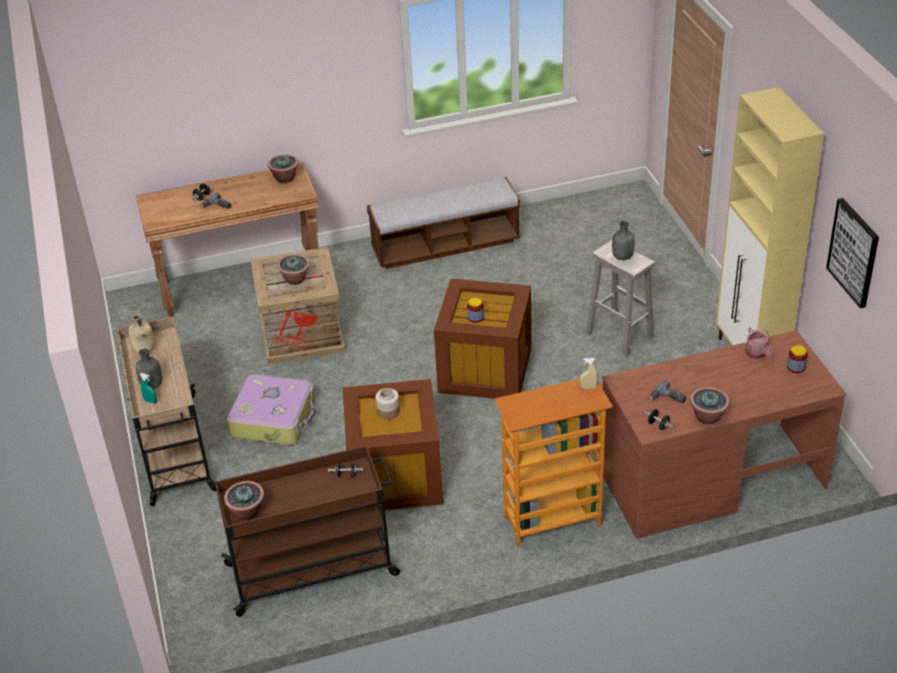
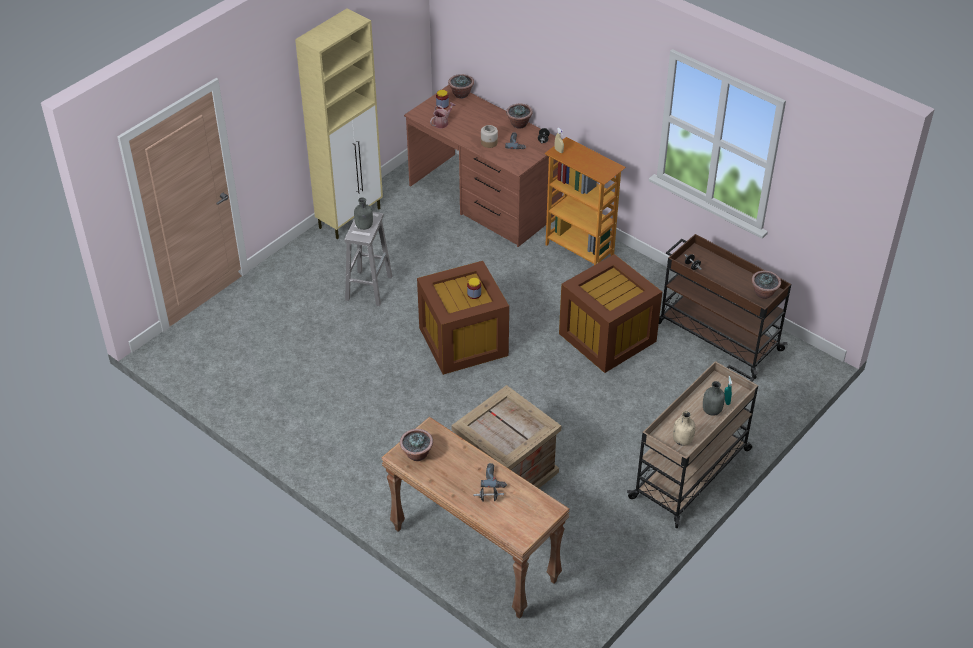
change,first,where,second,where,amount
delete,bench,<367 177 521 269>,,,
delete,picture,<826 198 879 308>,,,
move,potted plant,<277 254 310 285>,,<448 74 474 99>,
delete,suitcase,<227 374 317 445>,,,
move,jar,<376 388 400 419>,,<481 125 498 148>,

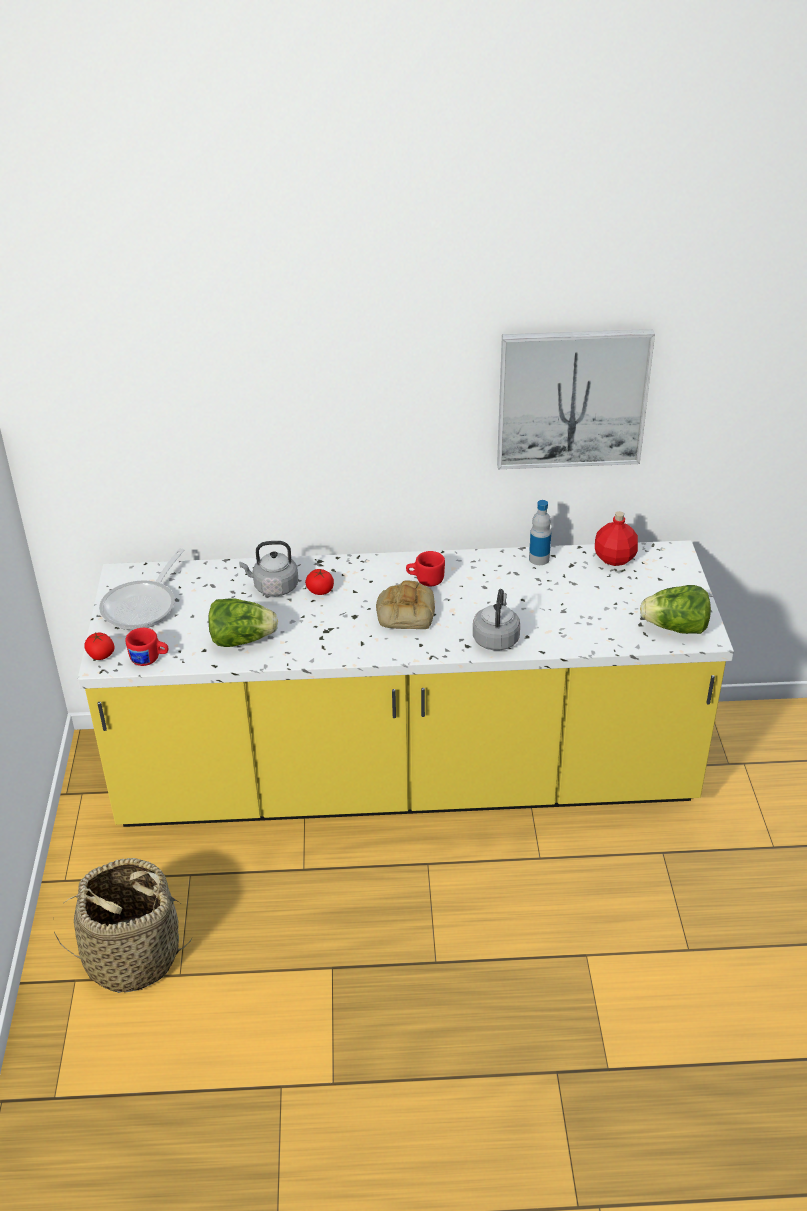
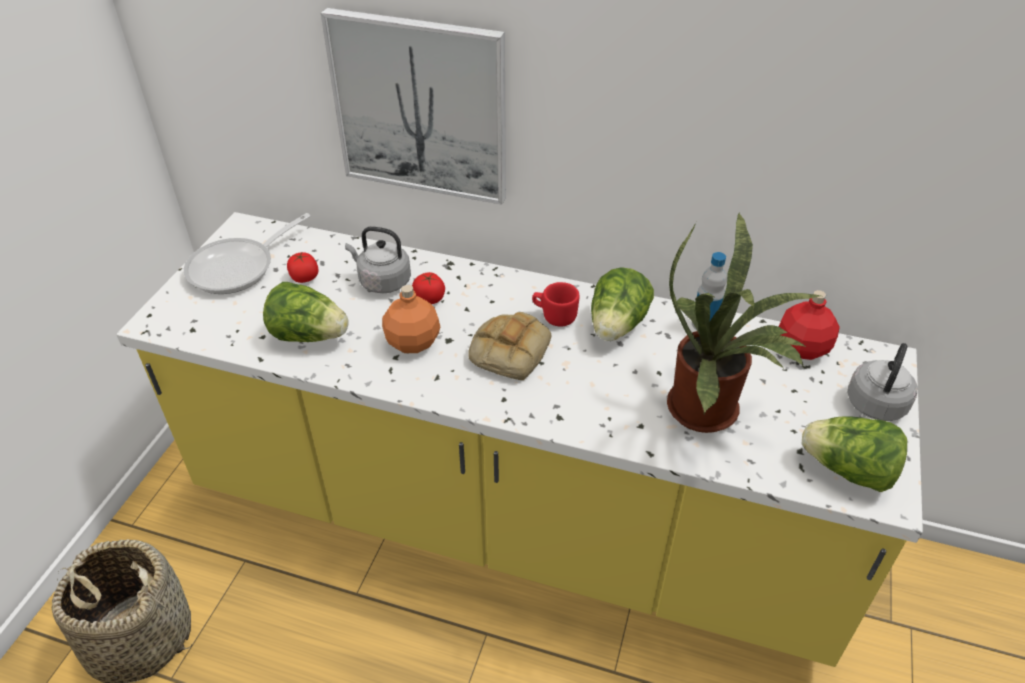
change,first,where,second,where,amount
move,picture,<497 329 655 469>,,<321 8 506 205>,
move,grey kettle,<473 589 520 650>,,<847 343 918 421>,
delete,red mug,<125 628 168 666>,,,
move,tomato,<84 632 114 660>,,<287 252 318 283>,
insert,,,potted plant,<667 213 824 433>,
insert,,,lettuce,<591 267 654 341>,
insert,,,orange bottle,<382 285 440 353>,

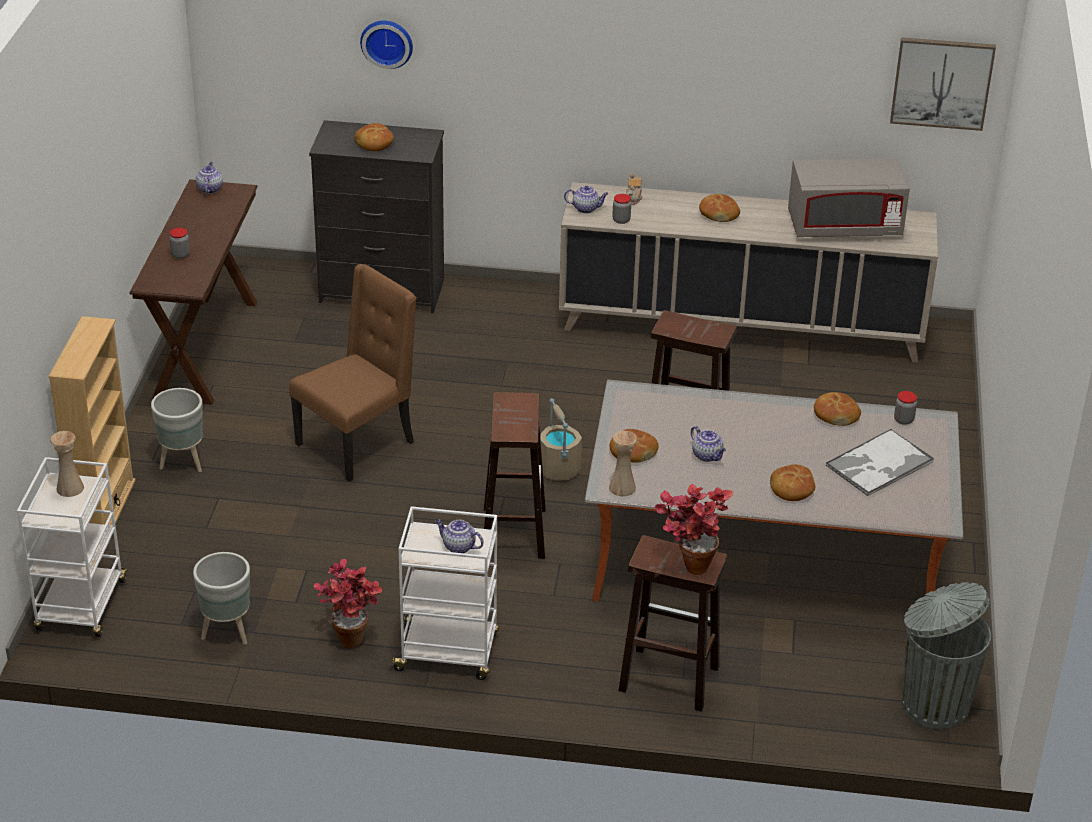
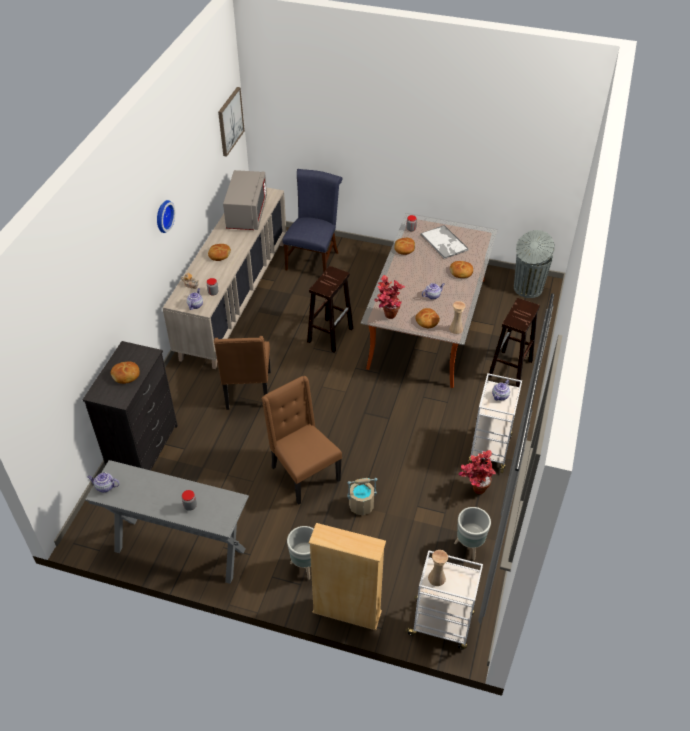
change,first,where,second,where,amount
move,wall clock,<360 20 413 69>,,<157 200 175 233>,
recolor,brown console table,<130 179 258 405>,grey console table,<85 460 249 584>,
delete,brown stool,<484 392 546 559>,,,
move,beige bucket,<541 398 582 481>,,<347 478 377 515>,
move,potted plant,<654 484 734 575>,,<374 275 405 319>,
insert,,,blue chair,<282 169 342 272>,
insert,,,brown chair,<214 336 271 410>,

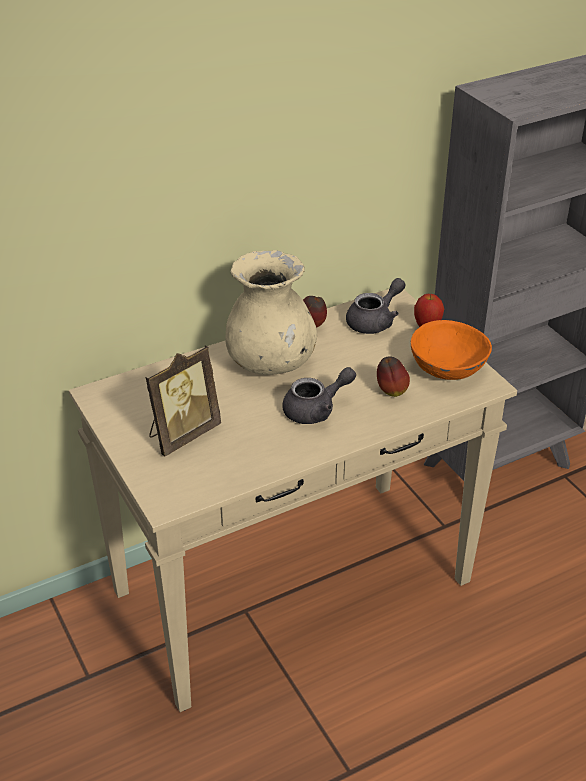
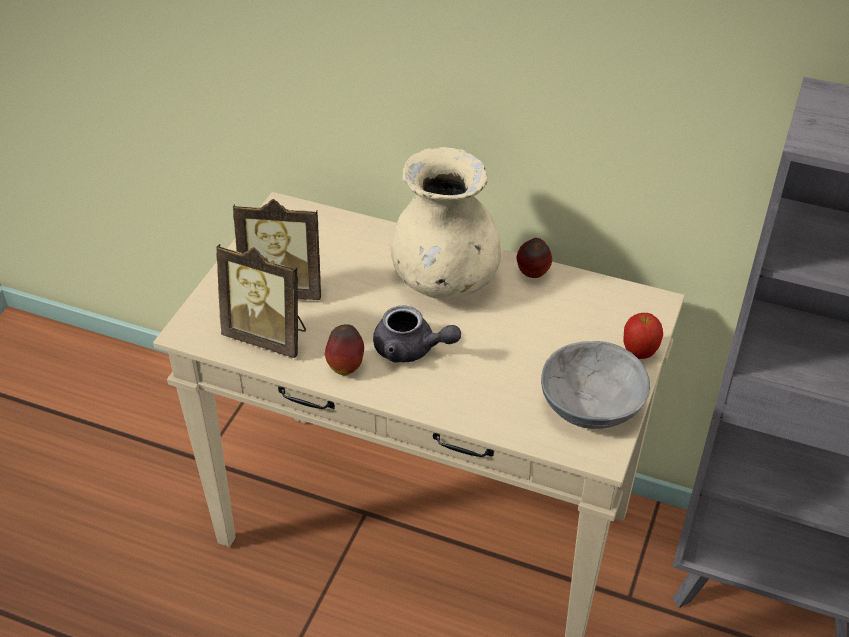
change,first,where,second,where,amount
delete,grey teapot,<346 278 406 334>,,,
recolor,orange bowl,<411 320 492 380>,grey bowl,<541 341 650 429>,
move,apple,<377 356 410 397>,,<325 324 364 376>,
insert,,,picture frame,<216 244 306 358>,

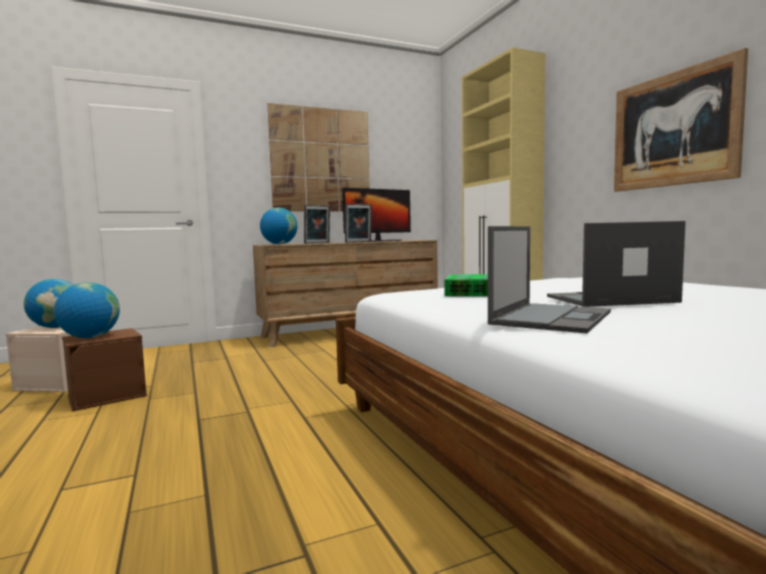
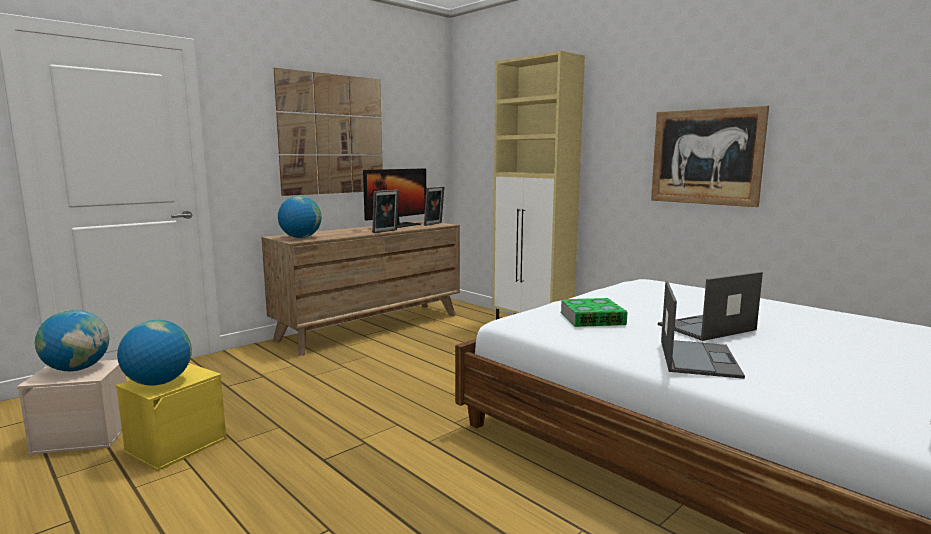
change,first,where,second,where,amount
move,picture frame,<304 205 330 244>,,<424 186 444 226>,
recolor,brown storage box,<62 328 147 411>,yellow storage box,<115 363 227 471>,

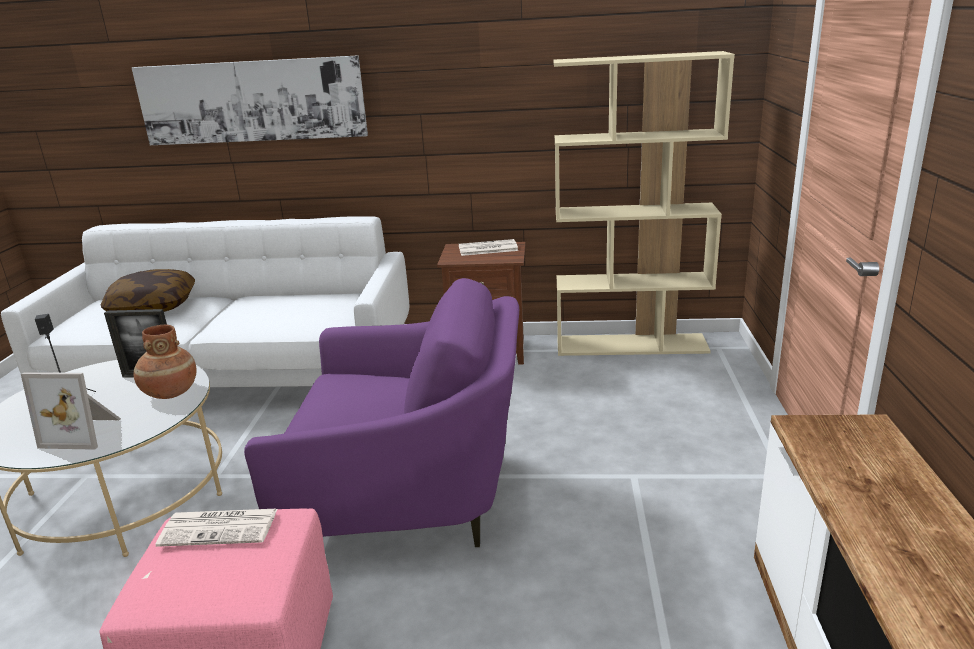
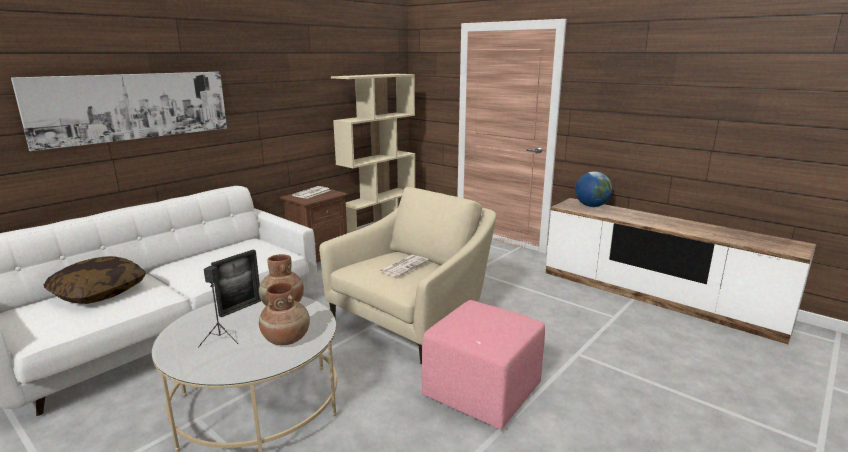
change,first,where,second,where,amount
recolor,purple armchair,<244 278 519 547>,beige armchair,<319 187 496 364>,
replace,picture frame,<21 372 121 450>,brown vase,<259 282 310 345>,
move,newspaper,<155 509 277 547>,,<380 255 429 277>,
insert,,,globe,<575 171 613 207>,

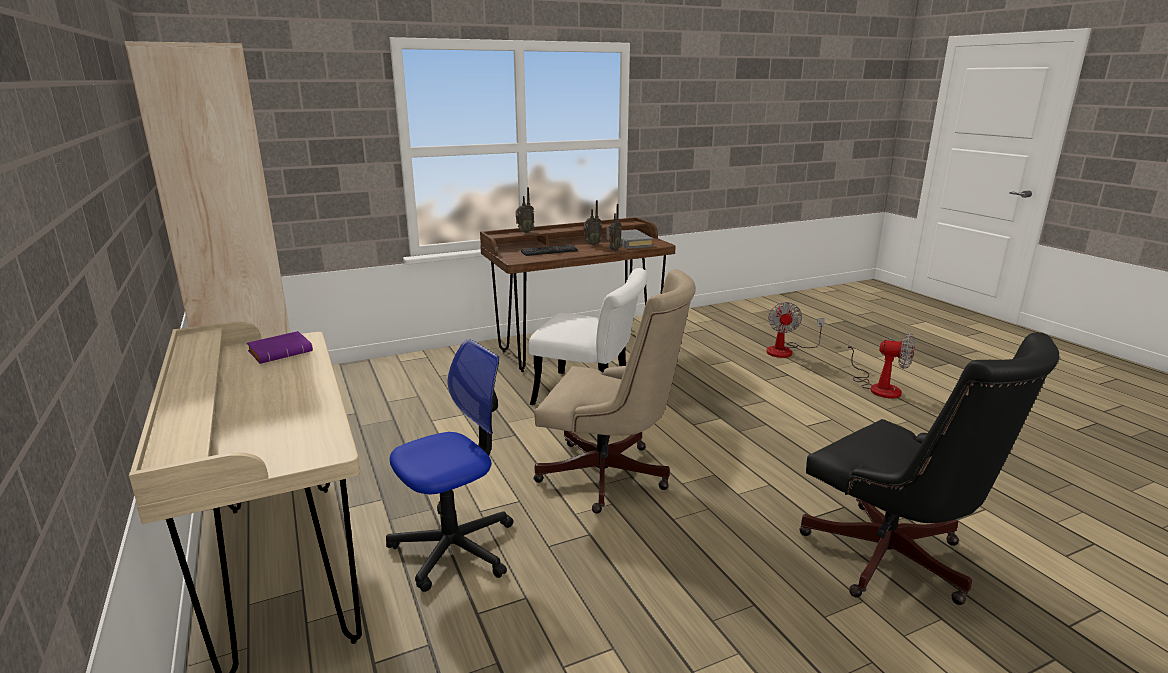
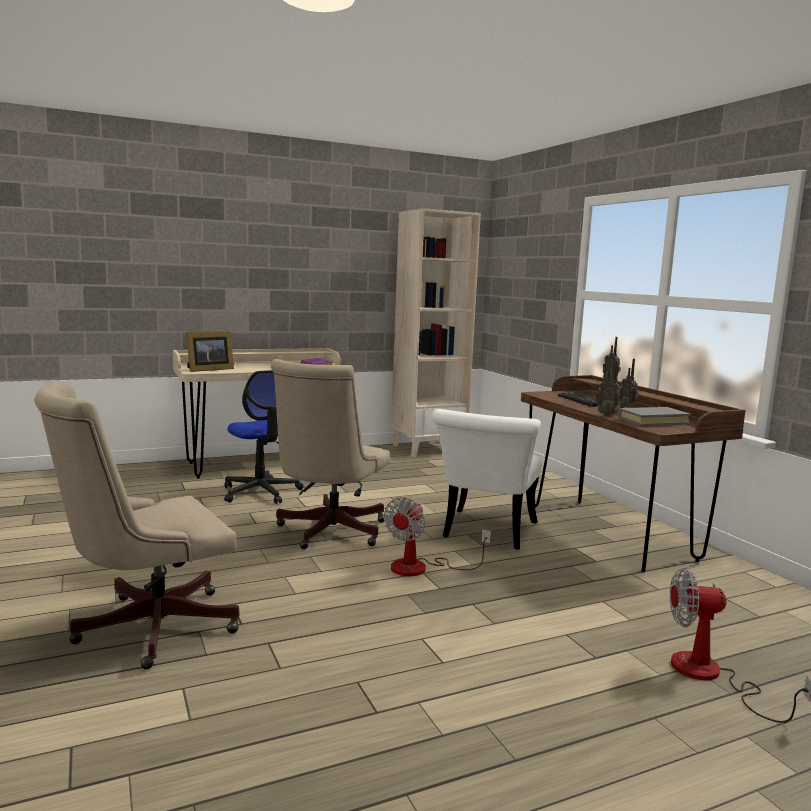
change,first,where,second,where,amount
recolor,black office chair,<799 332 1059 605>,beige office chair,<34 382 239 670>,
move,fan,<847 333 915 399>,,<384 497 491 576>,
insert,,,picture frame,<186 331 234 372>,

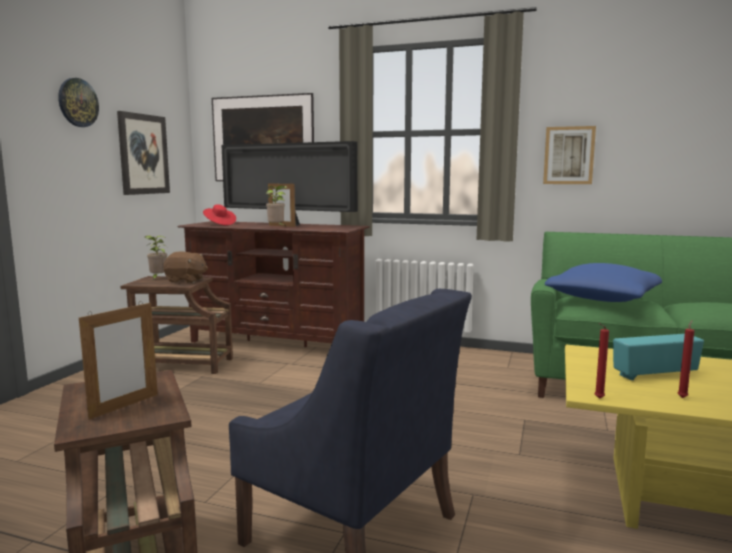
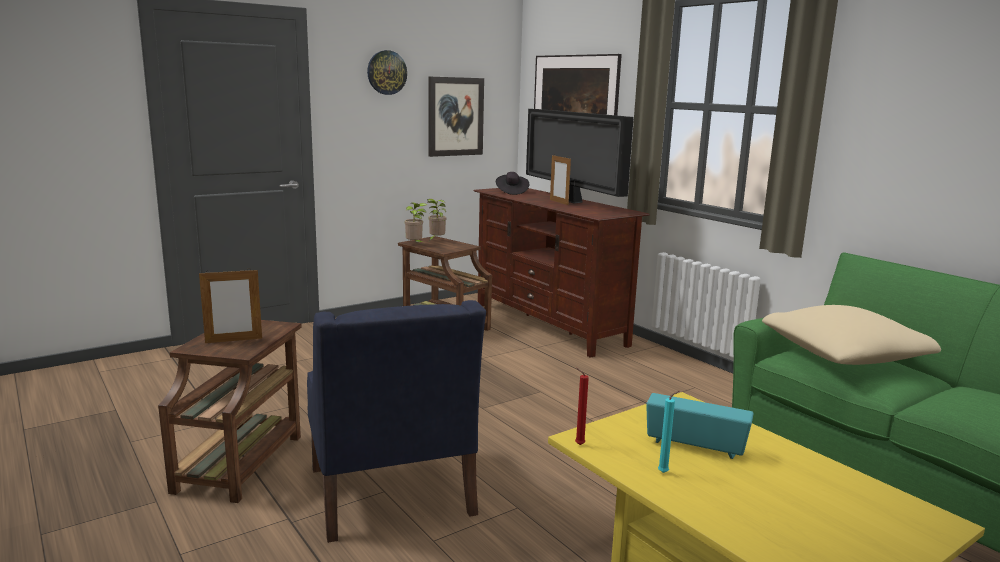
change,first,where,second,where,amount
delete,picture,<543 126 596 184>,,,
move,potted plant,<266 185 287 225>,,<405 202 427 245>,
recolor,red hat,<203 204 236 225>,black hat,<496 172 529 195>,
delete,brown plush toy,<163 251 208 283>,,,
recolor,blue pillow,<545 263 662 302>,beige pillow,<762 305 941 365>,
recolor,red candle,<677 321 694 398>,turquoise candle,<658 391 679 473>,

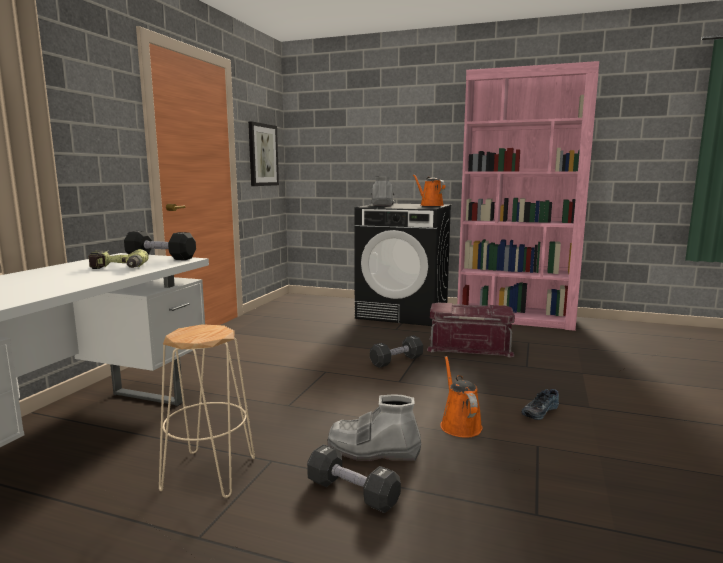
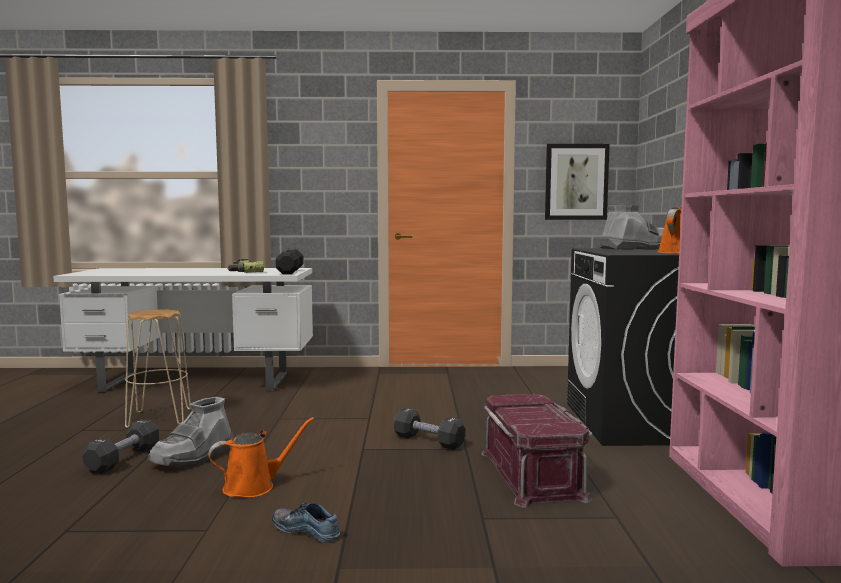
change,first,where,second,where,amount
rotate,grey boot,<328 394 421 461>,,<147 397 234 467>,135 degrees counterclockwise

